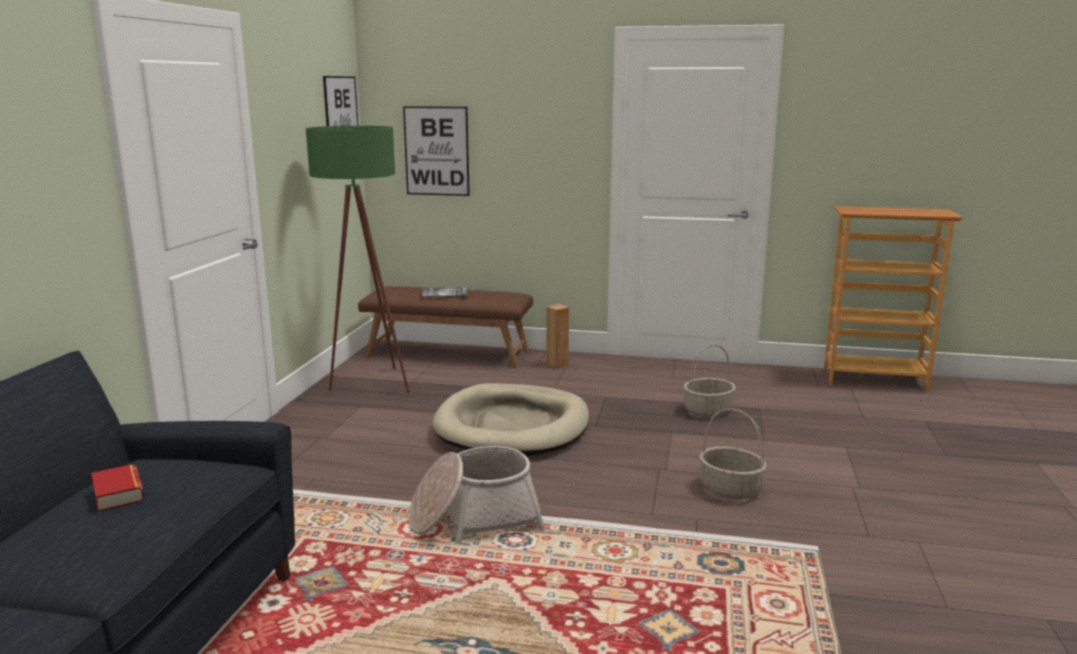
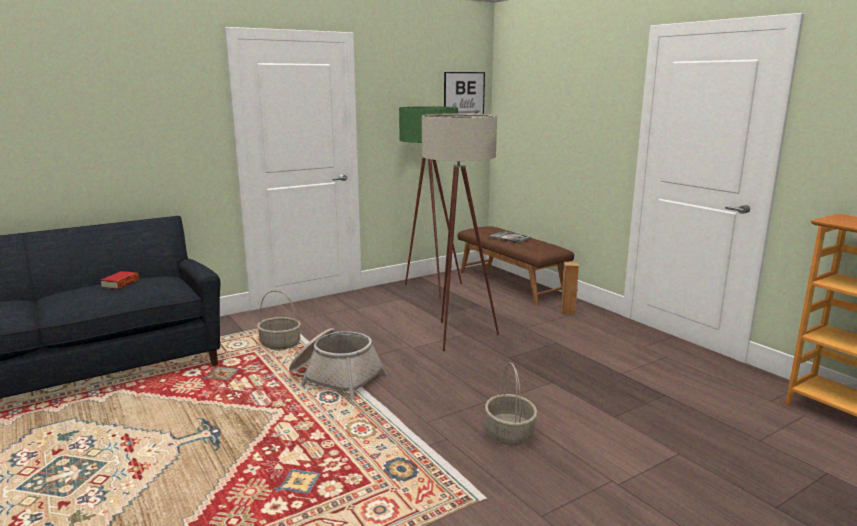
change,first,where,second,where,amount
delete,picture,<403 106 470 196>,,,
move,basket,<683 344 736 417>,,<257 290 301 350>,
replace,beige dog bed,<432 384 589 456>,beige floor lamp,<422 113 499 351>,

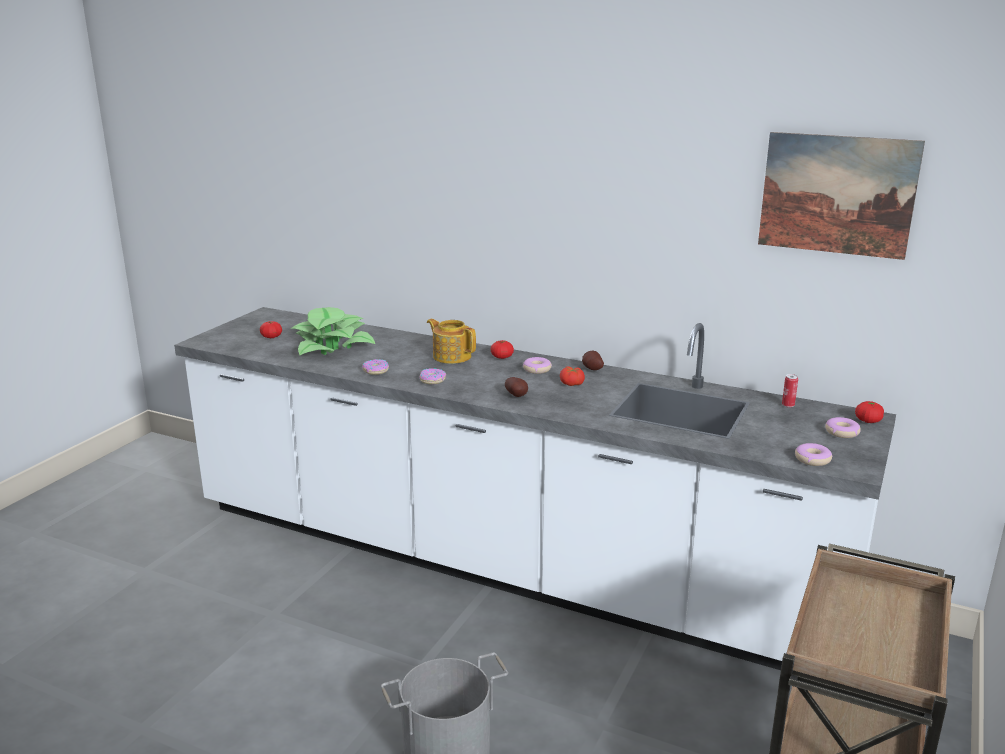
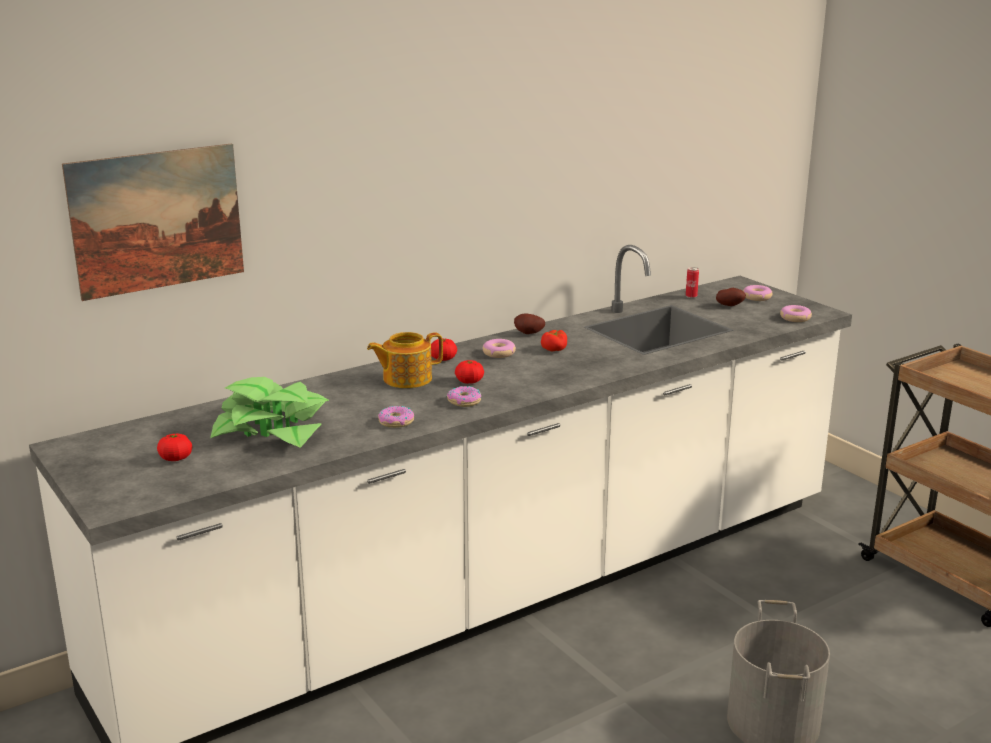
change,first,where,second,where,amount
move,picture,<758 132 925 260>,,<62 143 244 301>,
move,potato,<505 377 528 397>,,<716 288 746 306>,
move,tomato,<855 401 884 423>,,<455 360 484 384>,

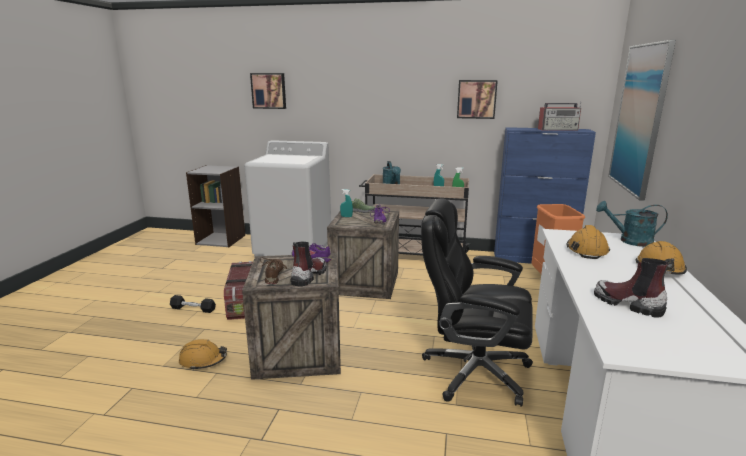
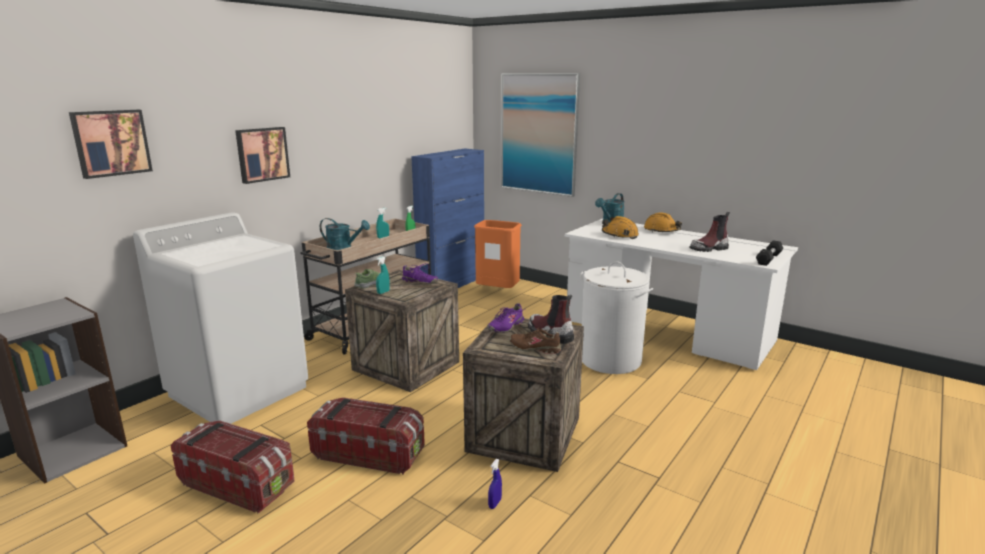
change,first,where,second,where,amount
move,picture,<457 80 498 119>,,<235 127 290 184>,
delete,radio,<538 102 581 130>,,,
replace,black office chair,<421 198 533 407>,white laundry basket,<580 261 653 374>,
move,black dumbbell,<170 295 216 313>,,<756 240 783 266>,
replace,orange hard hat,<179 339 227 370>,blue spray bottle,<488 459 502 509>,
insert,,,storage box,<170 420 295 514>,

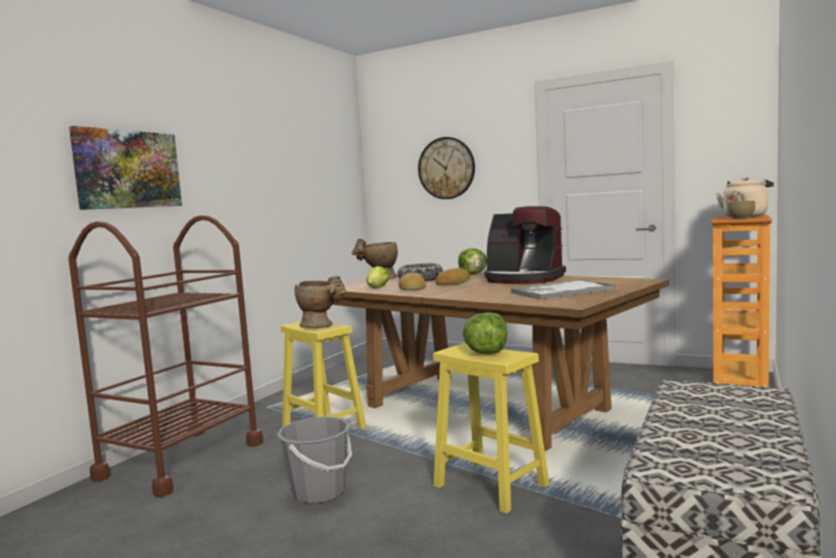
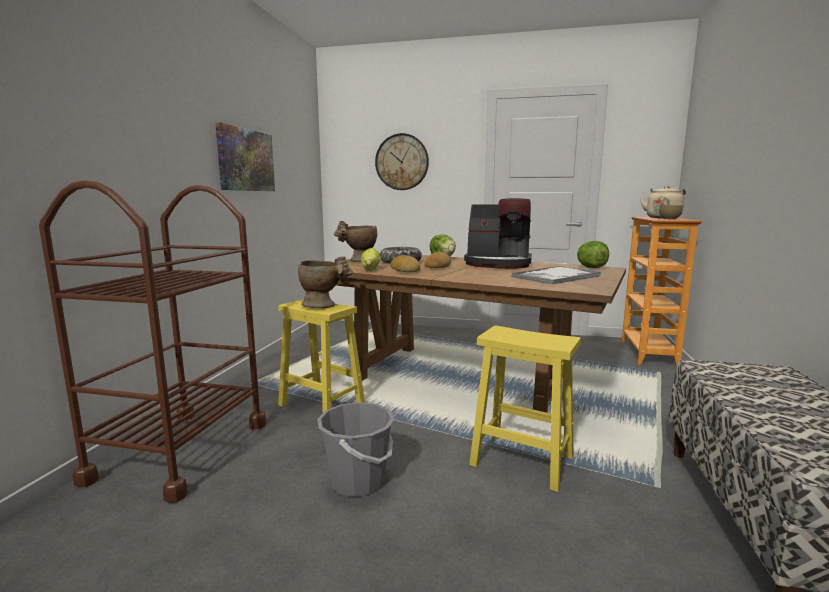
change,first,where,second,where,amount
move,picture,<69 126 182 210>,,<215 122 275 191>,
move,lettuce,<462 312 507 355>,,<577 240 609 268>,

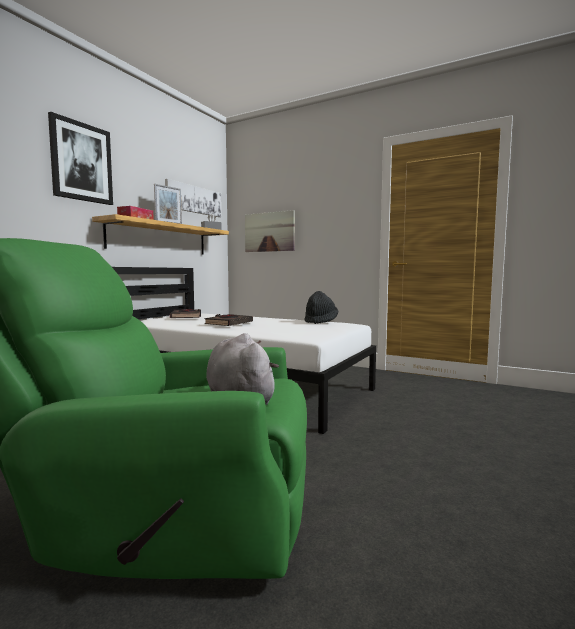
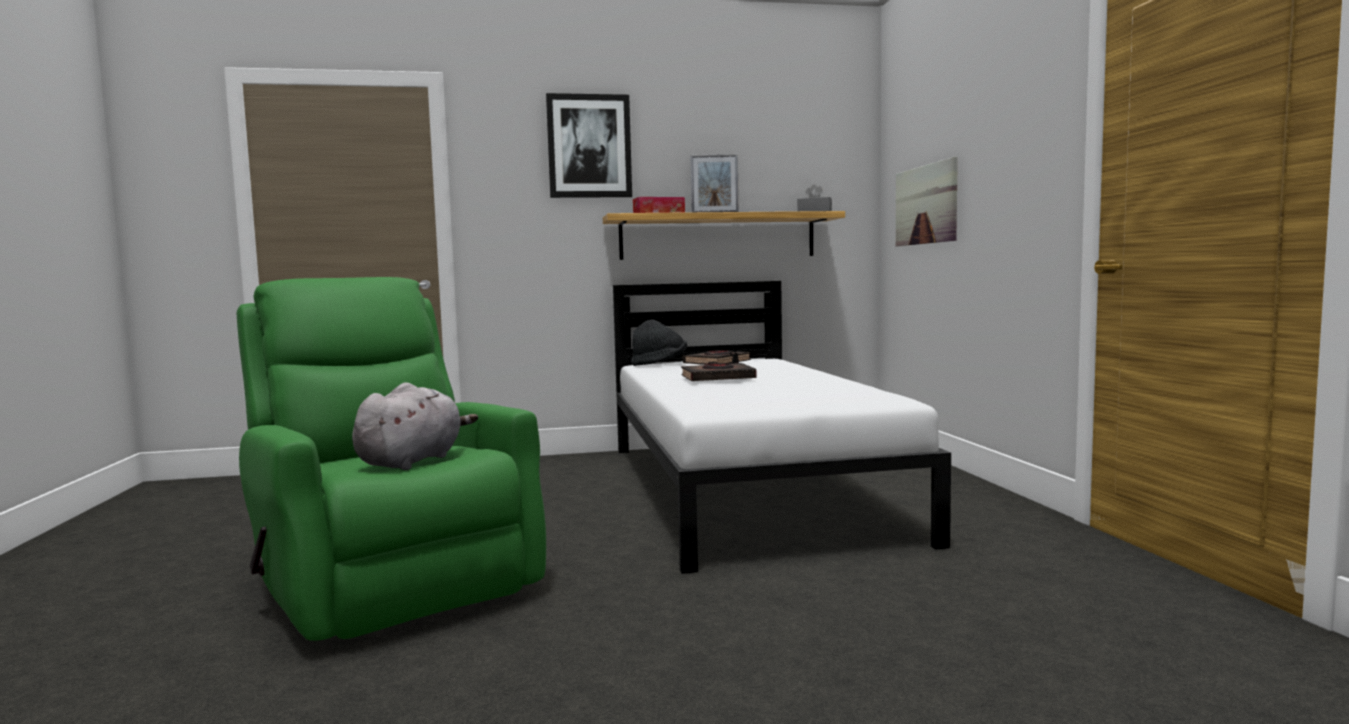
change,first,where,second,where,amount
delete,picture,<165 179 221 217>,,,
move,black hat,<305 291 338 324>,,<631 320 687 366>,

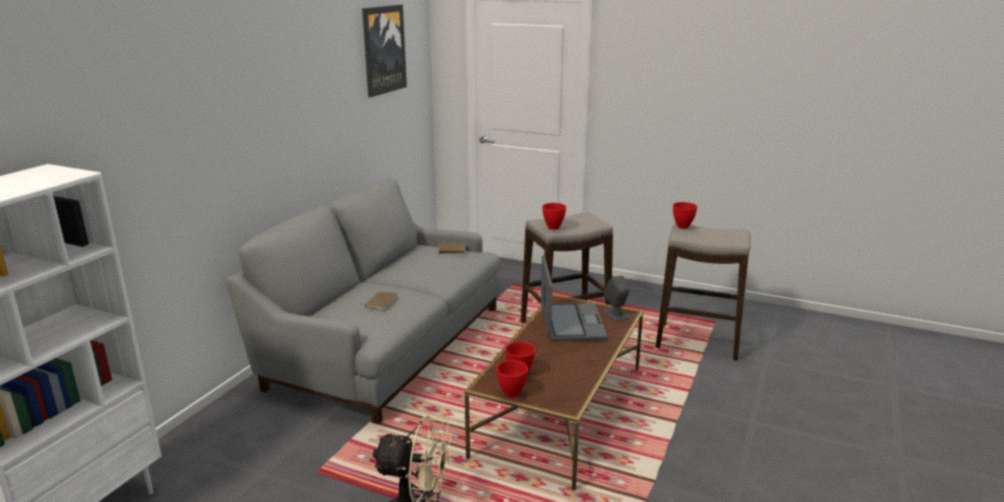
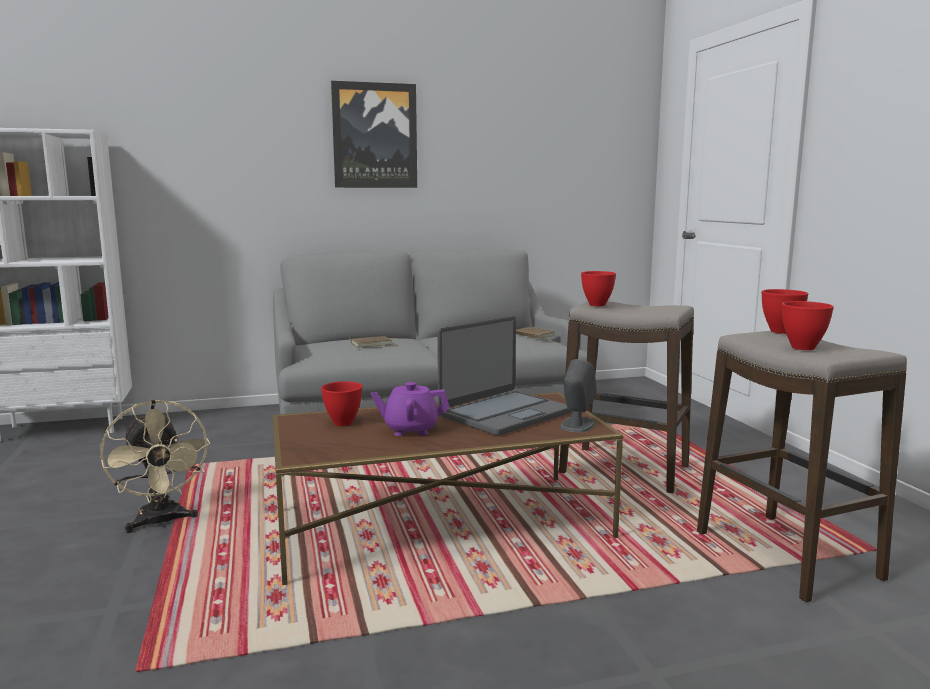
change,first,where,second,where,amount
move,picture,<362 5 407 97>,,<331 81 417 188>,
move,red bowl,<496 360 528 398>,,<782 301 834 350>,
insert,,,purple teapot,<371 382 449 436>,

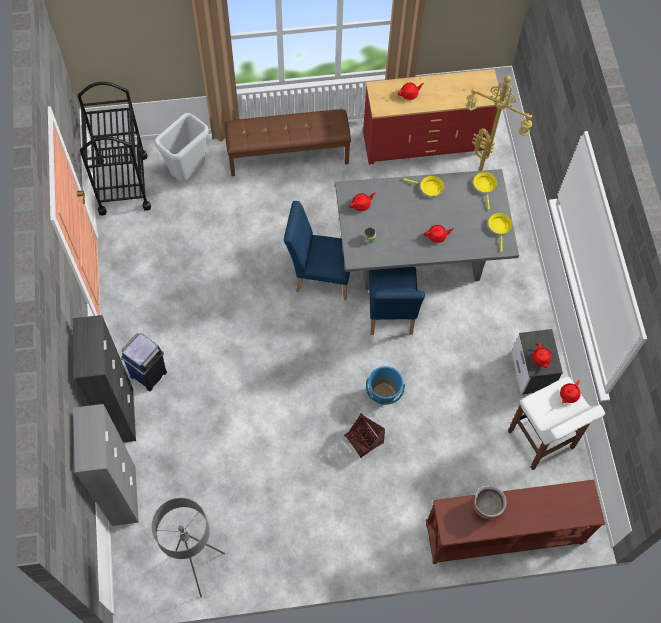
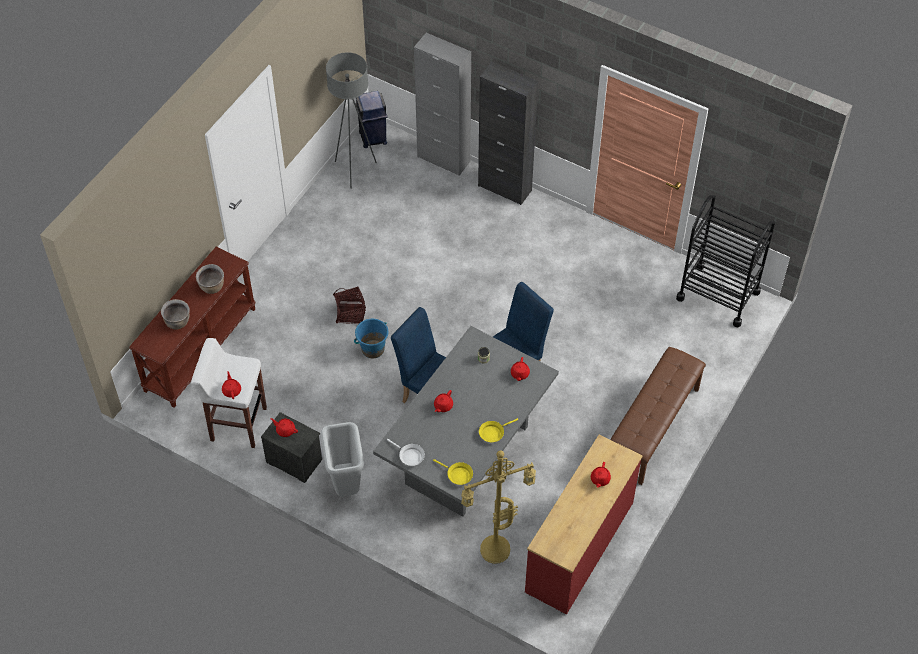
change,first,where,second,where,amount
move,grey trash can,<154 113 209 181>,,<321 422 364 496>,
recolor,yellow frying pan,<488 213 512 252>,white frying pan,<387 439 425 466>,
move,blue trash can,<121 333 167 392>,,<355 91 387 148>,
insert,,,brown cooking pot,<161 299 190 330>,

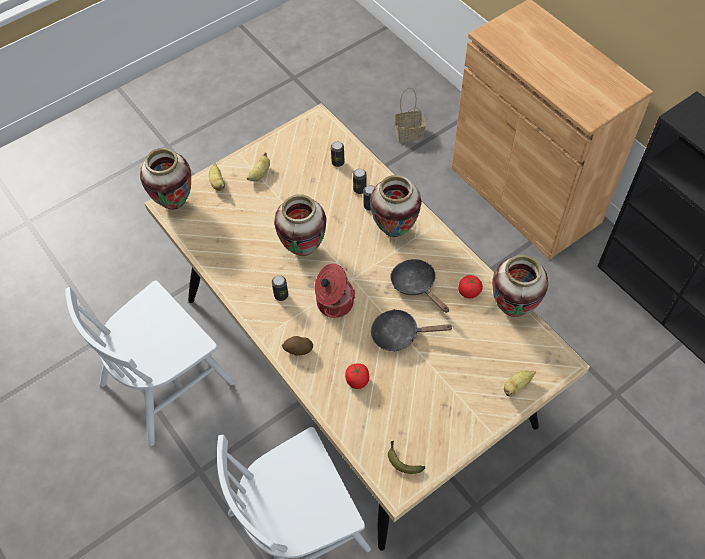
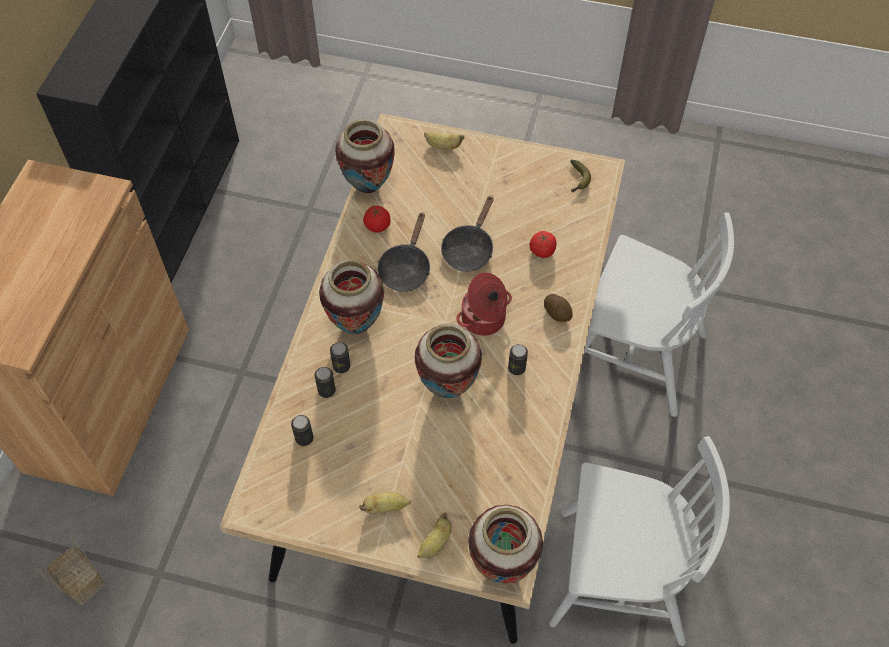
change,first,where,second,where,amount
rotate,black frying pan,<371 309 452 352>,,<441 195 494 272>,60 degrees clockwise

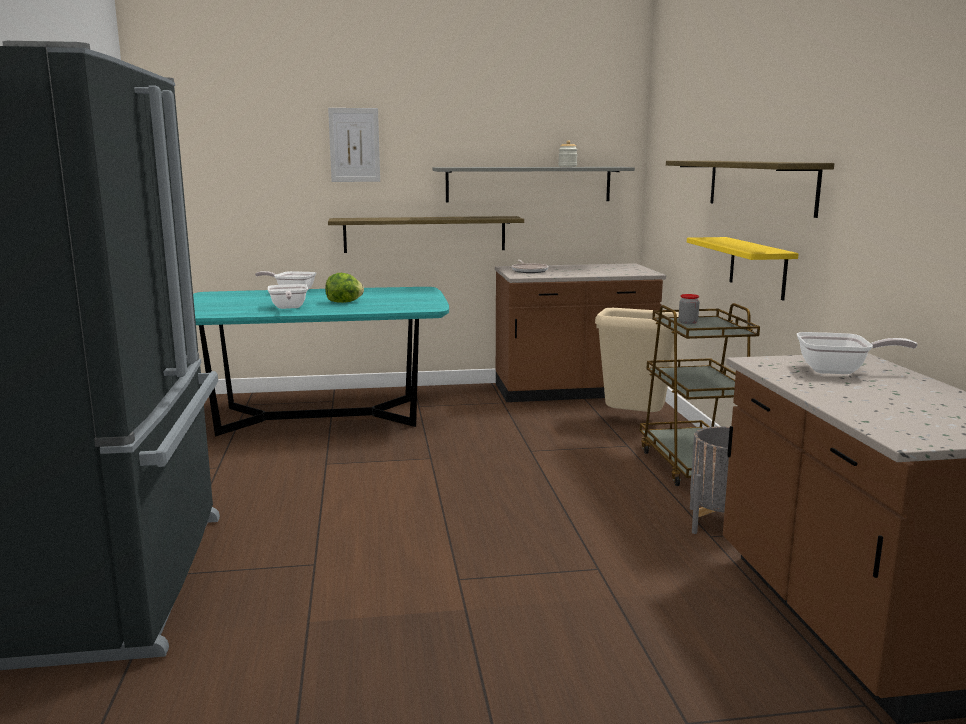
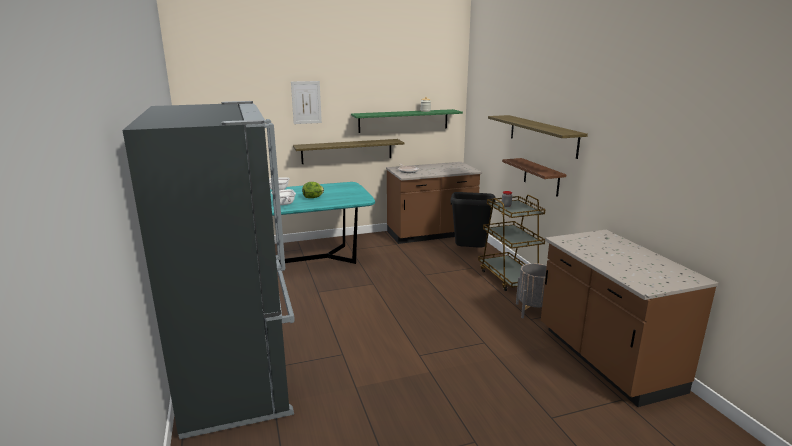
change,first,where,second,where,amount
recolor,grey shelf,<433 167 635 203>,green shelf,<351 109 463 133>,
recolor,yellow shelf,<687 237 799 300>,brown shelf,<502 158 566 197>,
recolor,beige trash can,<595 308 679 412>,black trash can,<450 192 495 248>,
delete,frying pan,<797 332 917 374>,,,

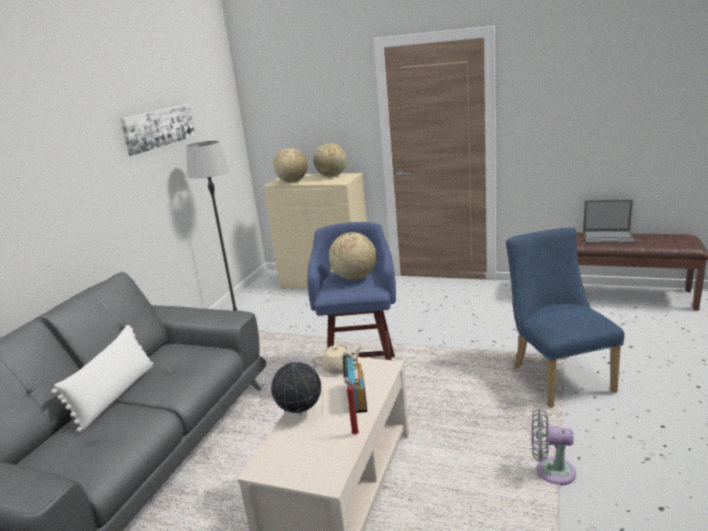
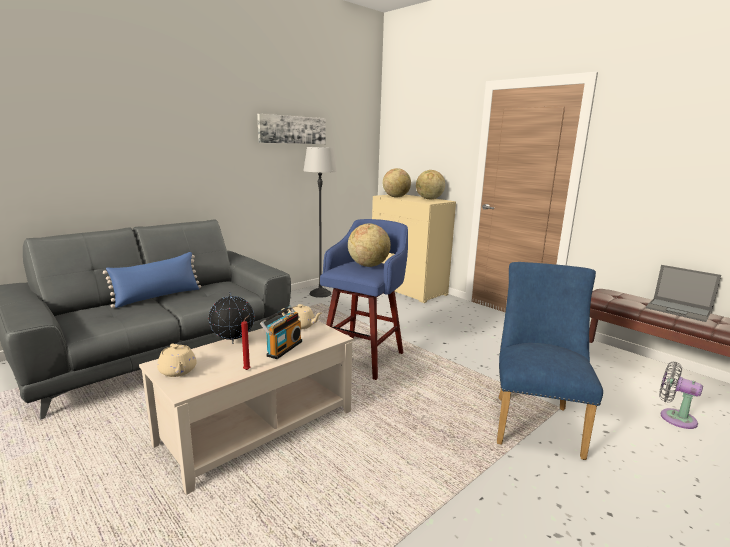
change,first,where,second,where,amount
recolor,white pillow,<51 325 153 432>,blue pillow,<103 252 201 308>,
move,grey fan,<531 409 576 485>,,<659 362 703 429>,
insert,,,beige teapot,<157 344 197 377>,

